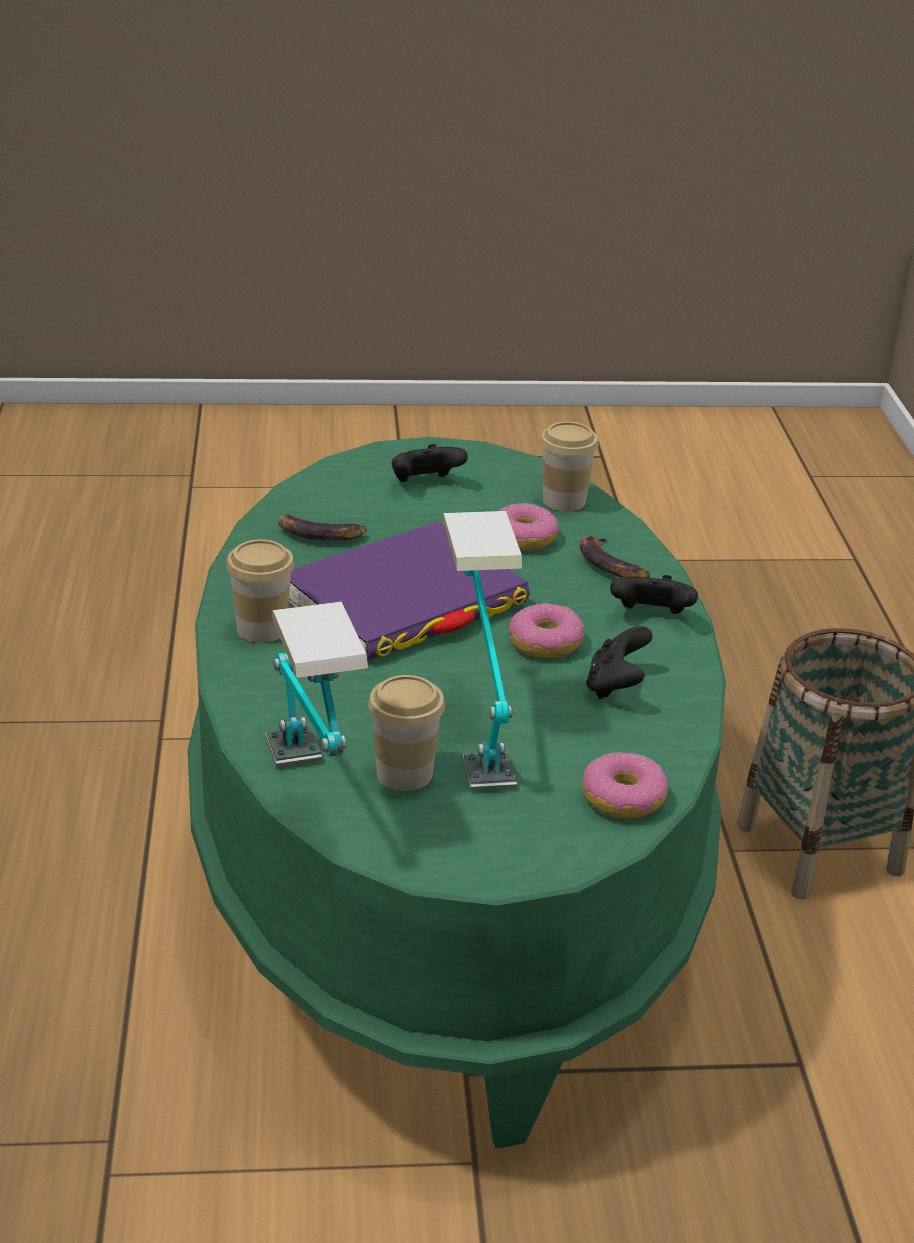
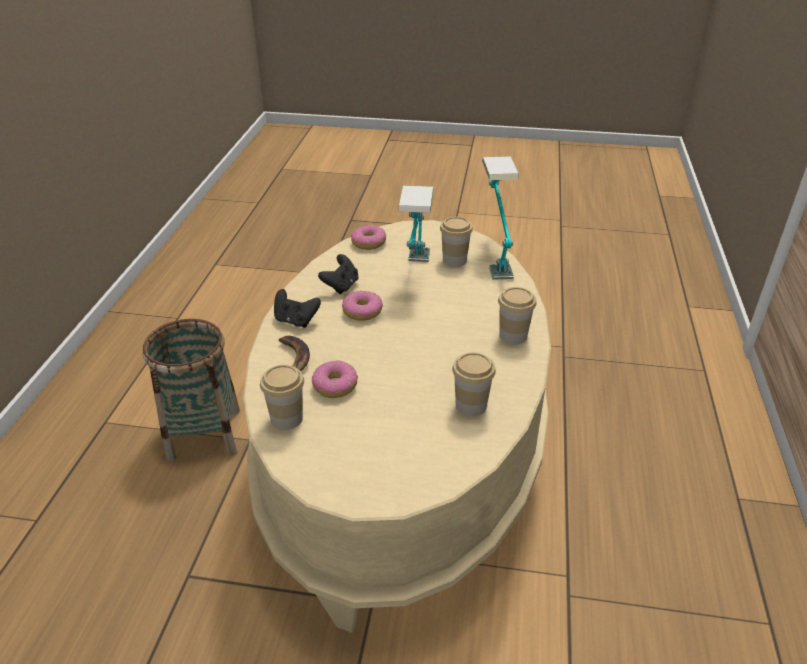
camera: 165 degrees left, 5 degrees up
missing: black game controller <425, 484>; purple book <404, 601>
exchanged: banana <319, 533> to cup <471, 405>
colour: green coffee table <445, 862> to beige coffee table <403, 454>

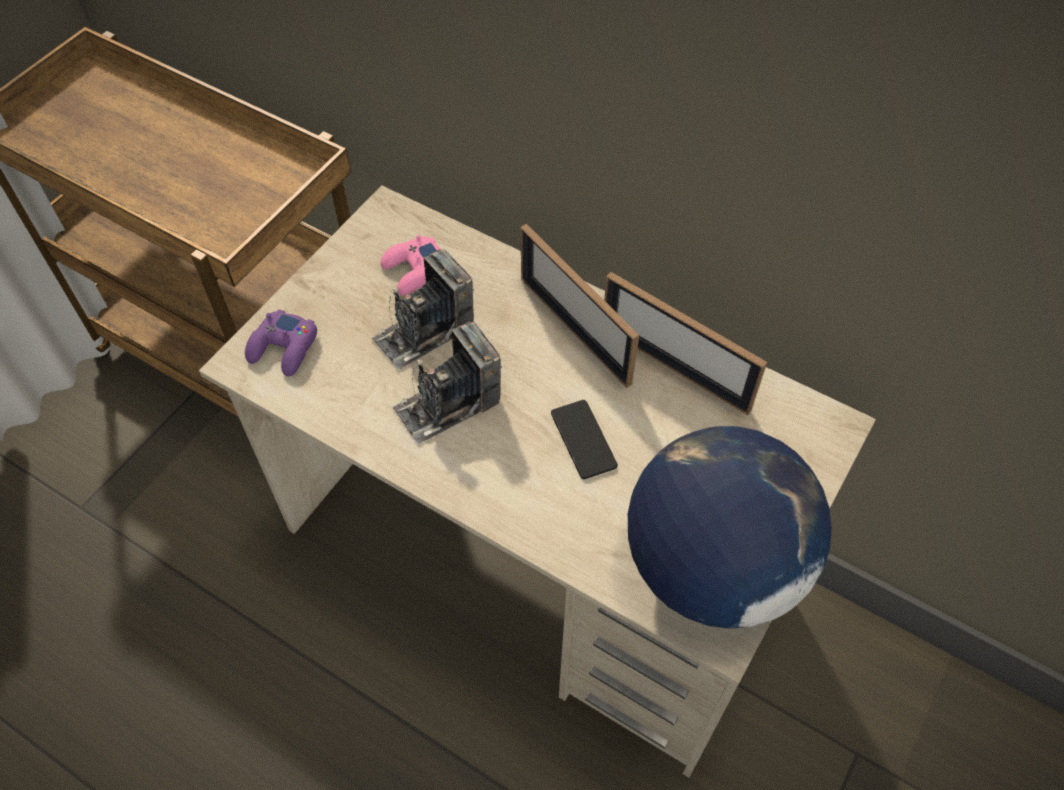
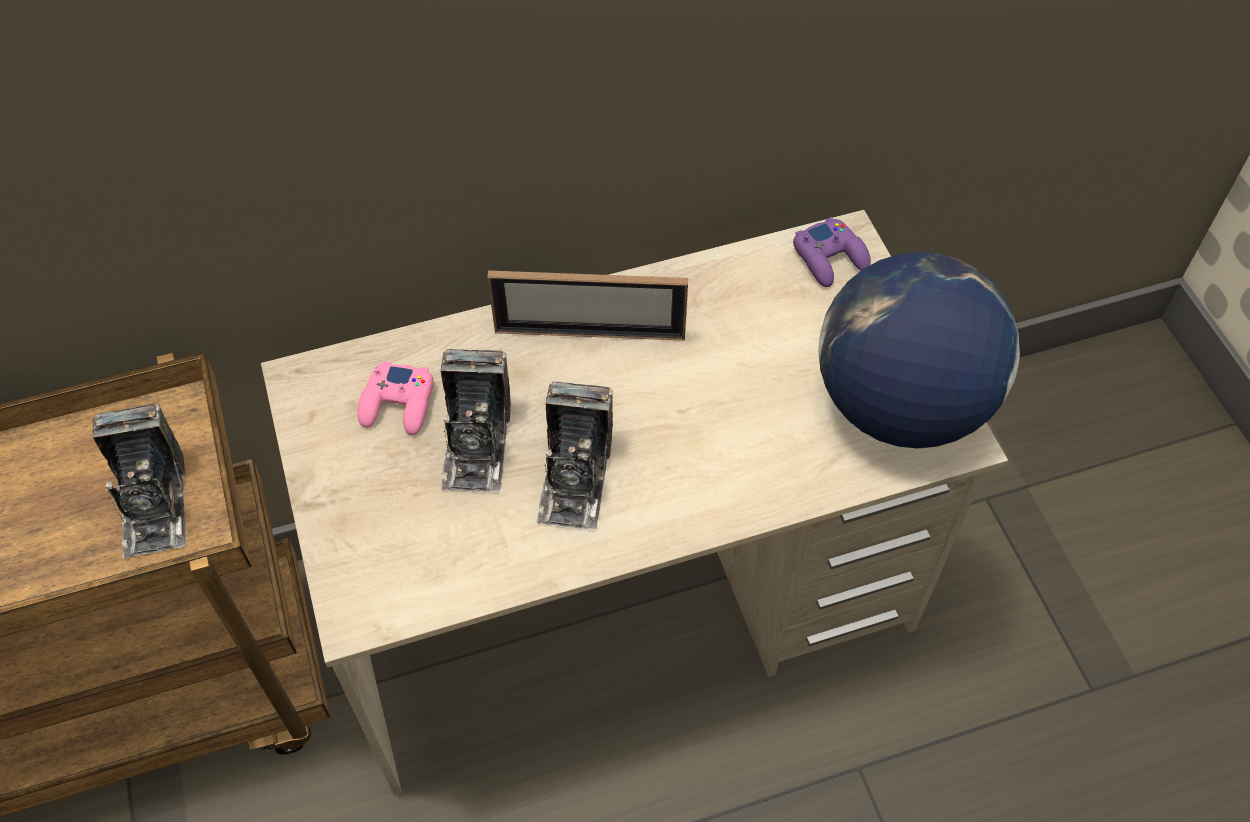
camera: 50 degrees left, 0 degrees up
missing: picture frame <674, 367>; phone <583, 439>
appeared: photo camera <154, 503>
relocated: purple game controller <284, 348> to <830, 258>

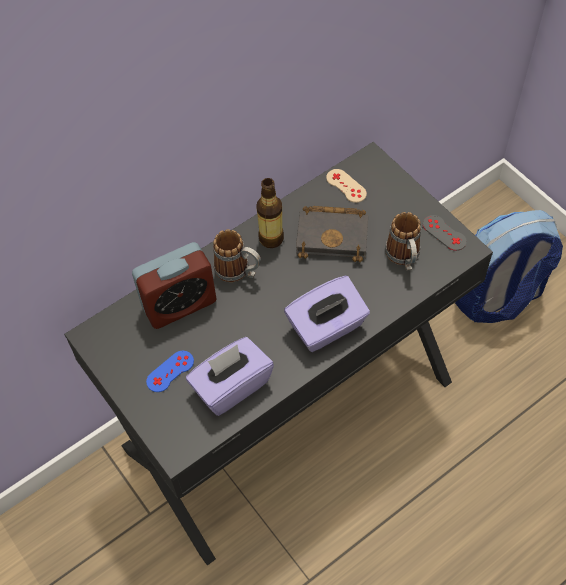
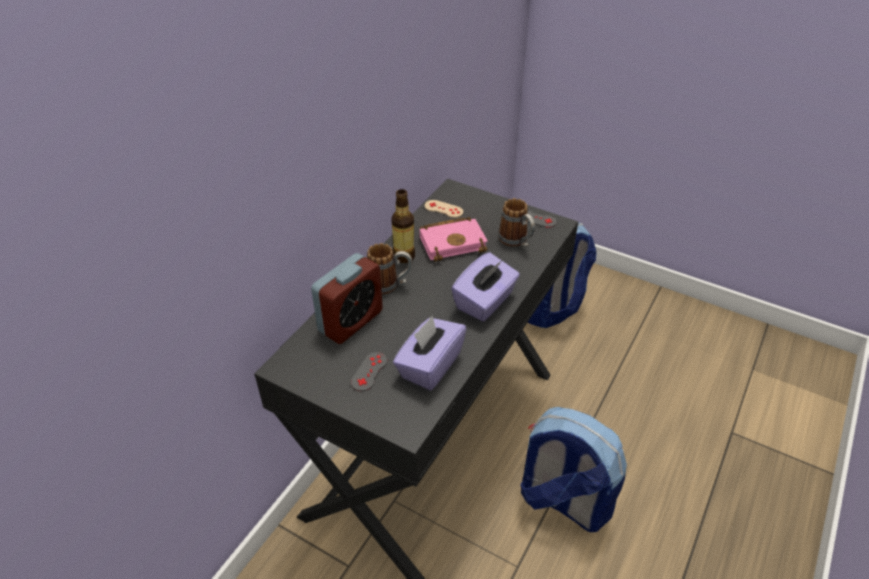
camera: 25 degrees left, 15 degrees down
appeared: backpack <563, 500>
colour: black book <334, 235> to pink book <453, 241>; blue game controller <170, 371> to grey game controller <369, 372>

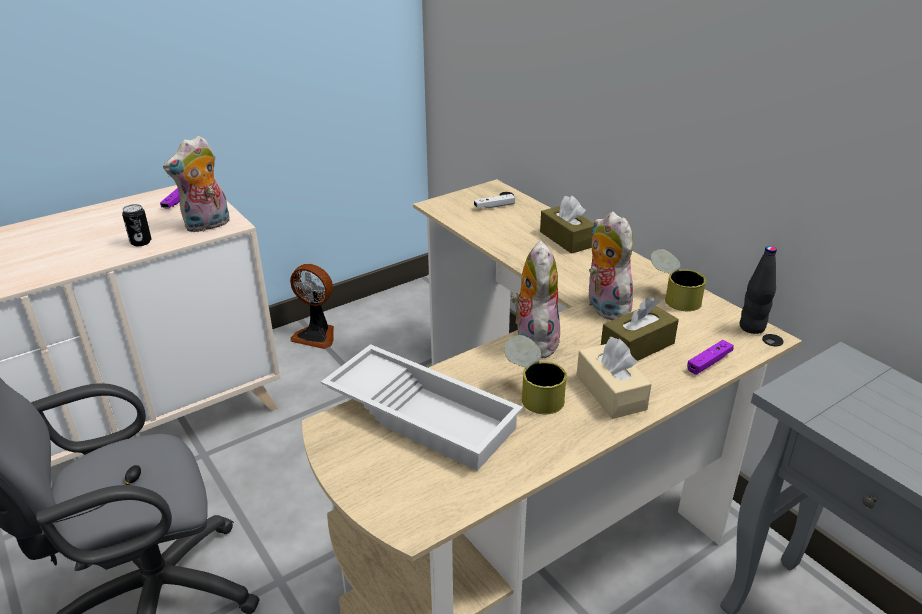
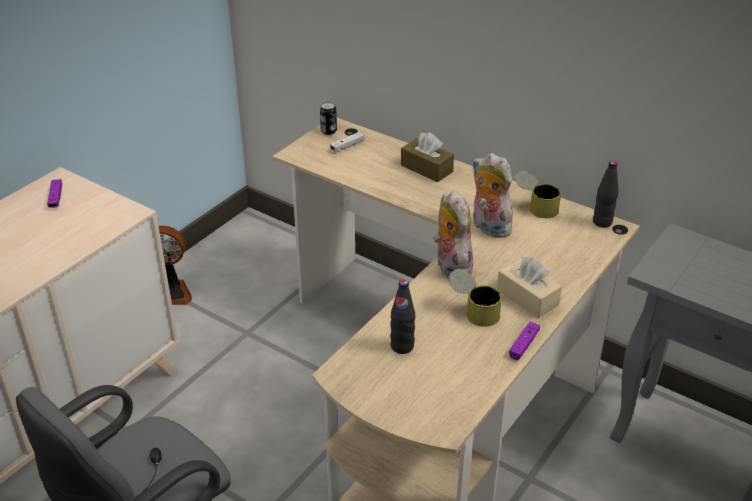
camera: 20 degrees left, 5 degrees up
missing: plush toy <207, 225>; brown tissue box <637, 346>
relocated: can <141, 242> to <328, 131>; purple game controller <709, 362> to <524, 345>
exchanged: white tray <423, 413> to black bottle <402, 346>

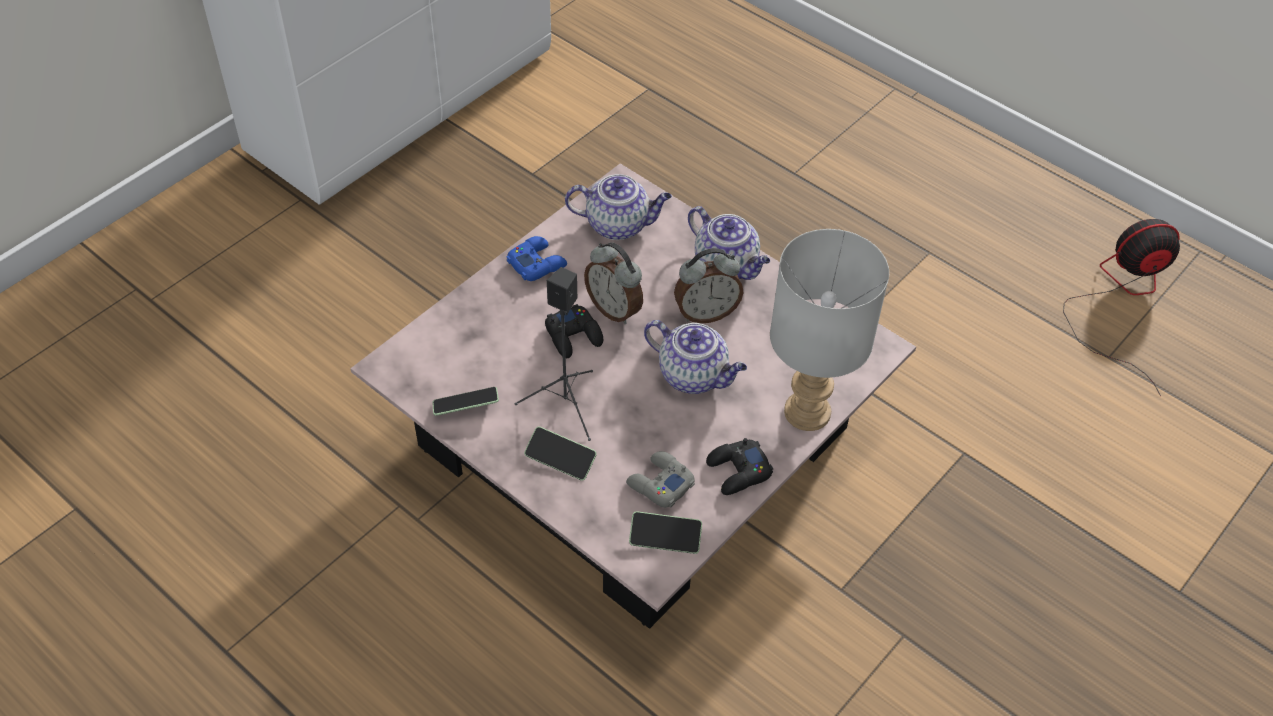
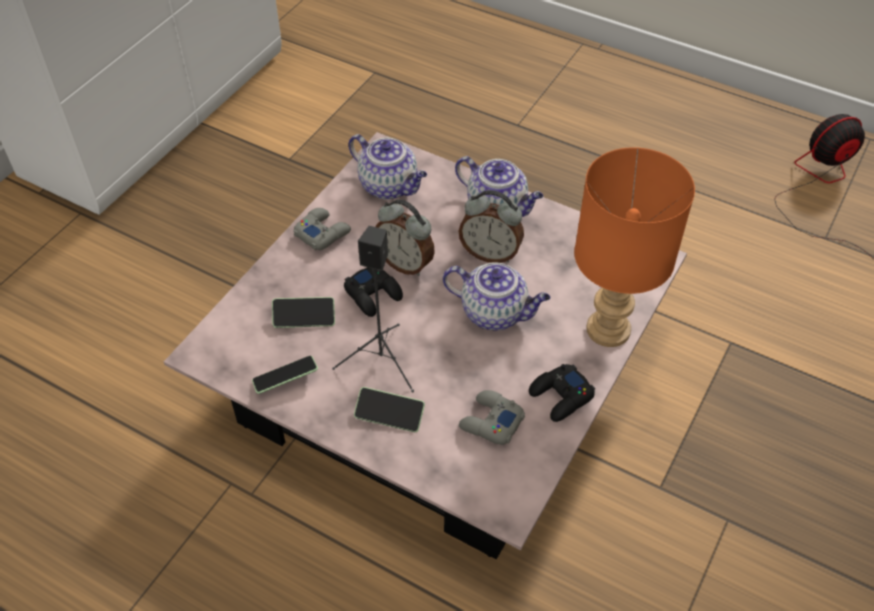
camera: 10 degrees left, 0 degrees up
relocated: phone <665, 538> to <304, 318>
colour: grey table lamp <806, 413> to orange table lamp <607, 331>; blue game controller <537, 263> to grey game controller <322, 233>
spun: teapot <619, 225> = <390, 186> 45 degrees clockwise; alarm clock <706, 313> = <490, 253> 45 degrees clockwise

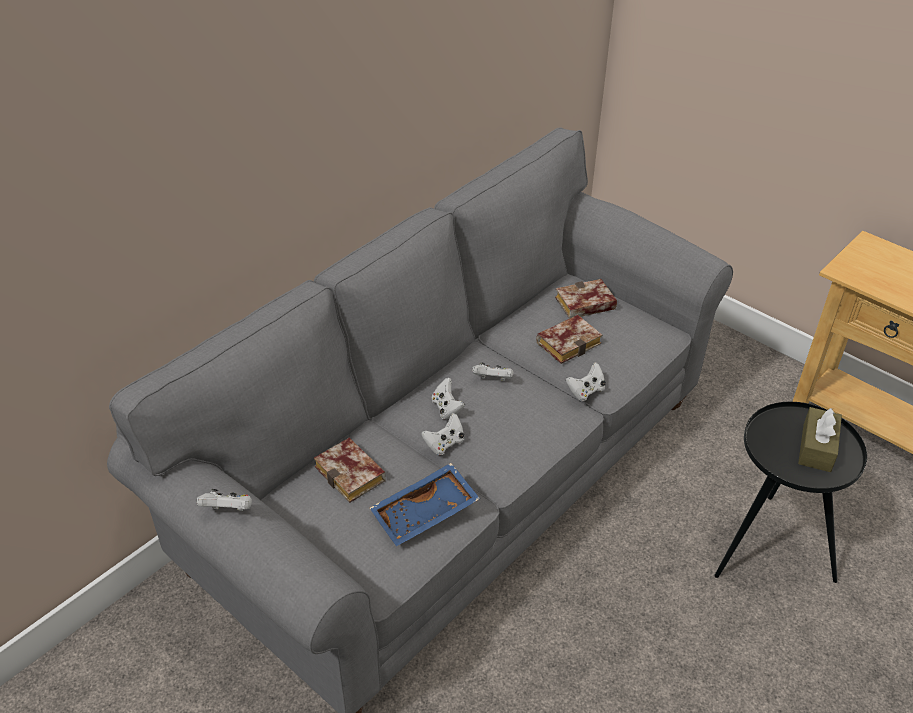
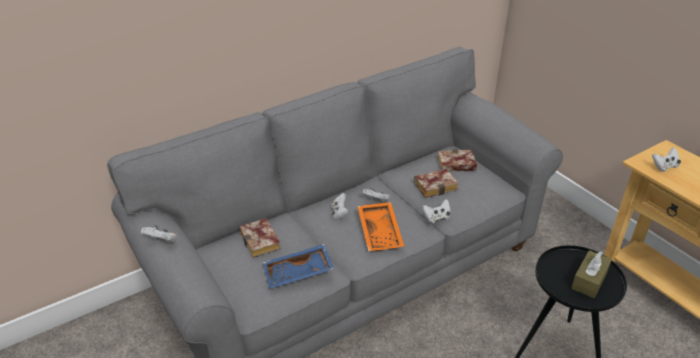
camera: 15 degrees right, 5 degrees down
appeared: orange tray <381, 232>
relocated: white game controller <444, 444> to <664, 167>

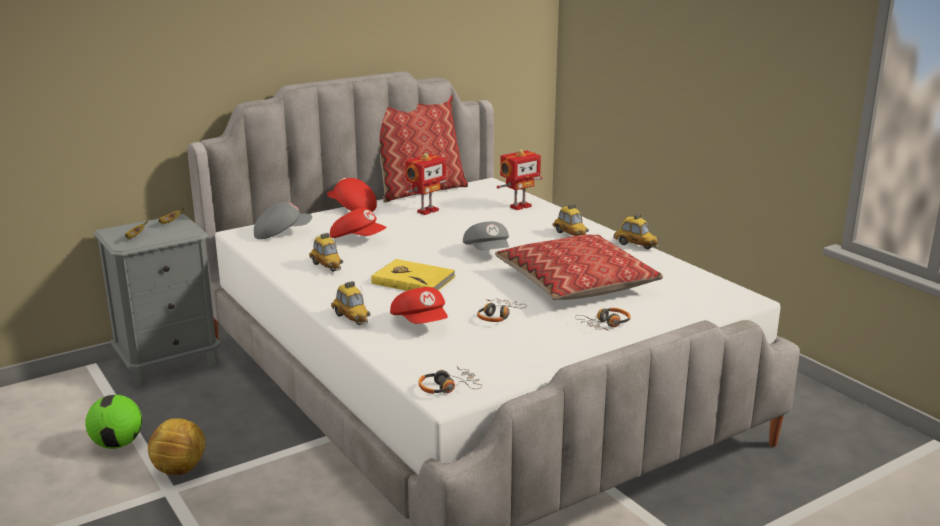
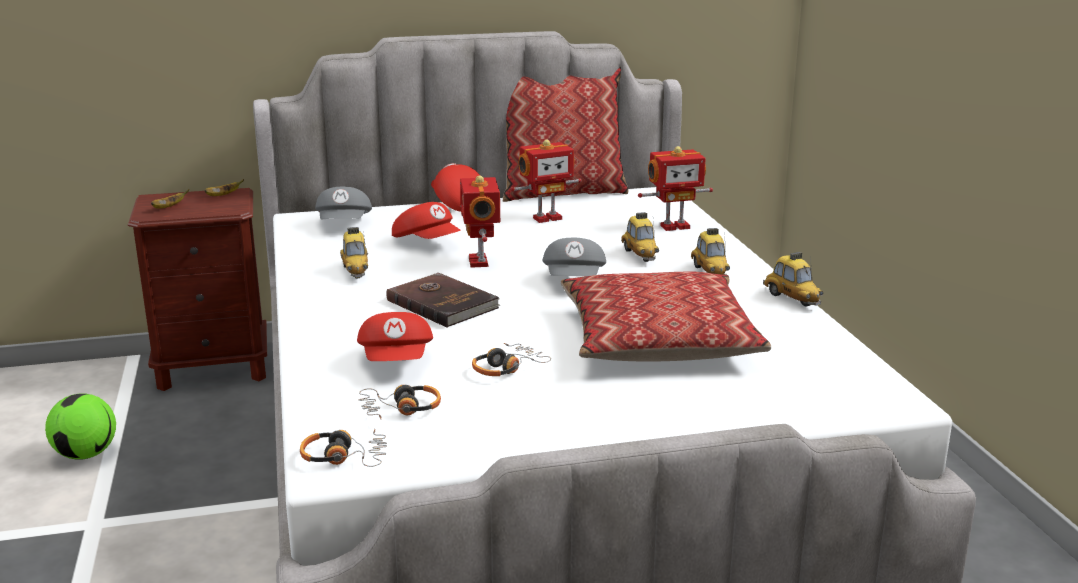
camera: 20 degrees right, 0 degrees up
missing: football <180, 469>
appeared: toy robot <480, 262>
relocated: toy car <351, 318> to <640, 255>; headphones <605, 324> to <400, 409>
colour: grey nightstand <169, 363> to brown nightstand <213, 368>; yellow book <413, 280> to brown book <443, 303>
spun: grey cap <282, 233> = <345, 224> 90 degrees clockwise

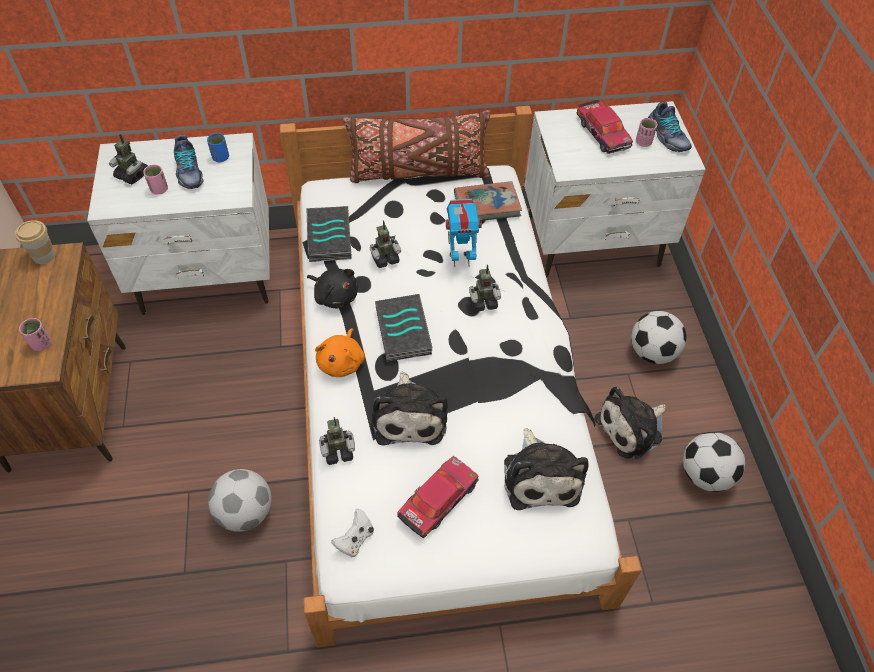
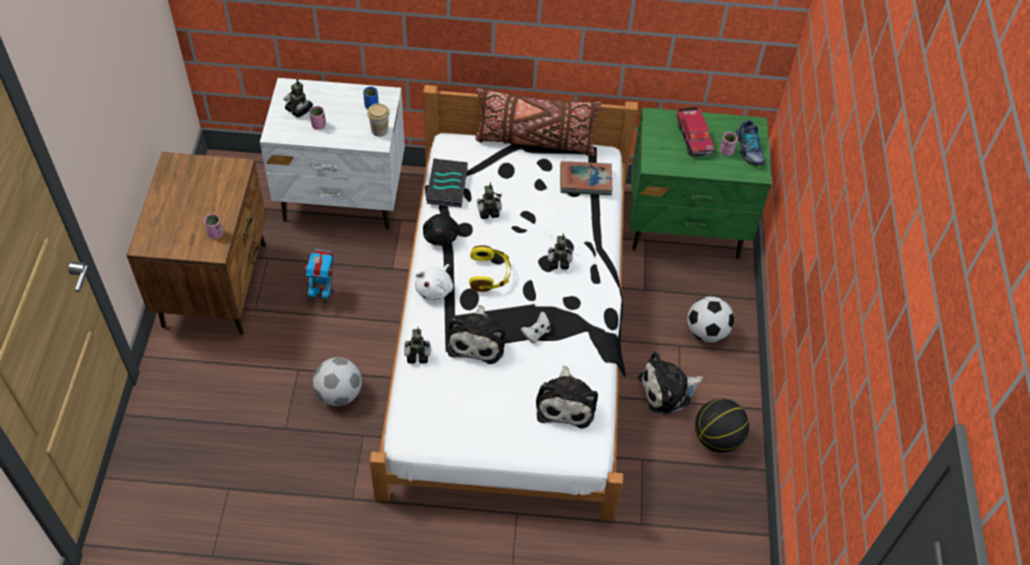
camera: 10 degrees right, 0 degrees up
missing: shoe <188, 172>; toy car <437, 500>
relocated: toy robot <460, 259> to <323, 294>; cup <44, 256> to <379, 130>; white game controller <355, 539> to <536, 333>
exchanged: book <405, 332> to yellow headphones <490, 274>; football <705, 475> to basketball <717, 438>
colour: white nightstand <593, 241> to green nightstand <686, 225>; orange plush toy <342, 362> to white plush toy <435, 289>
spun: black plush toy <335, 296> = <441, 235> 45 degrees clockwise

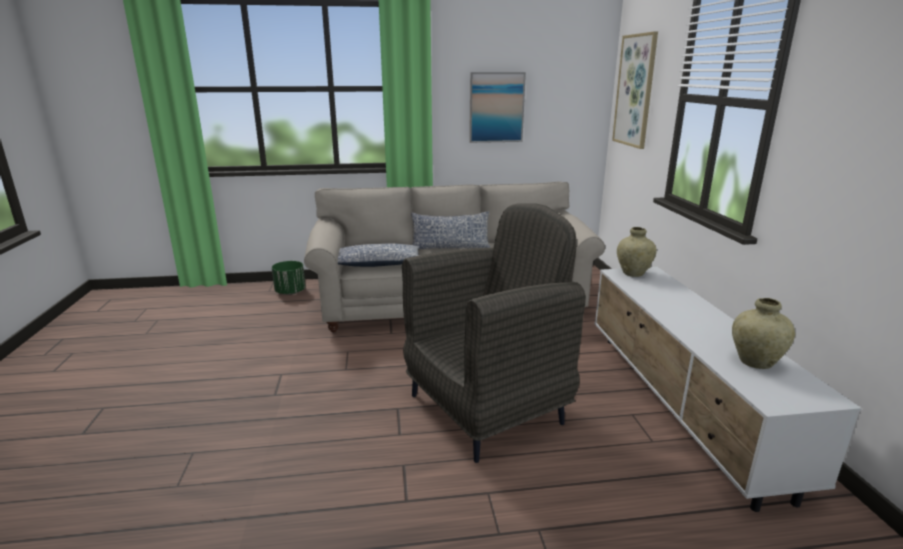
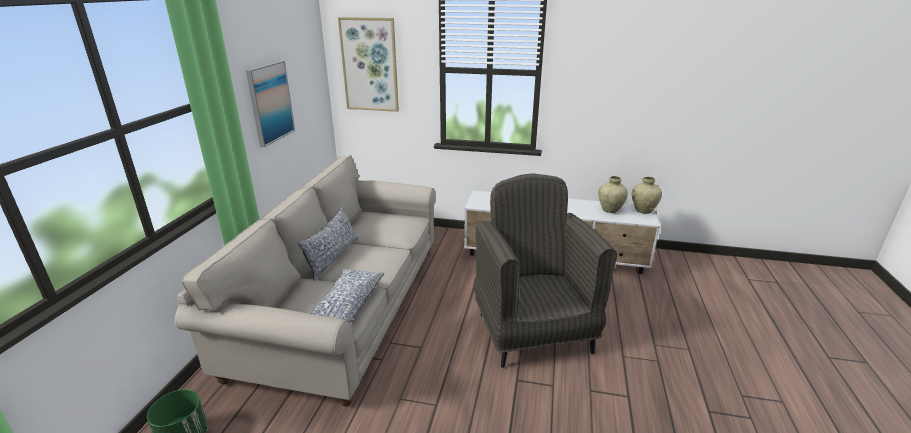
camera: 70 degrees left, 5 degrees up
relocated: beige vase <633, 273> to <643, 210>

